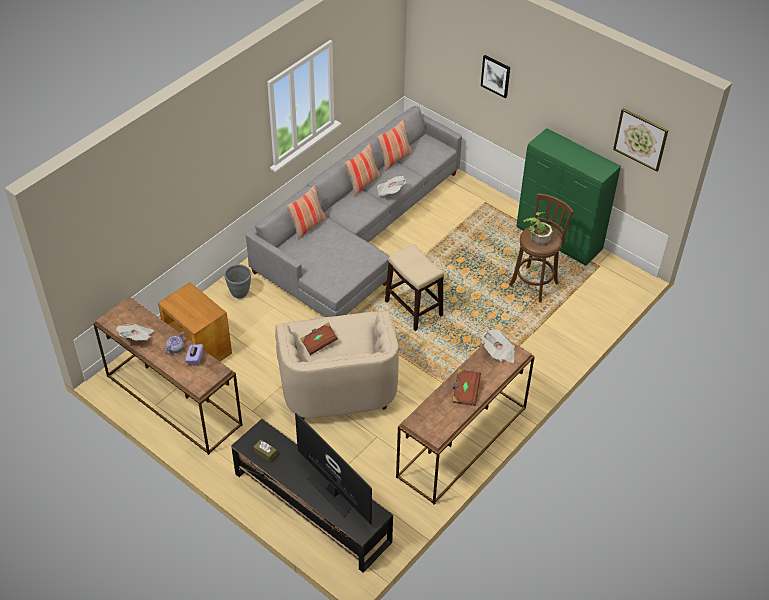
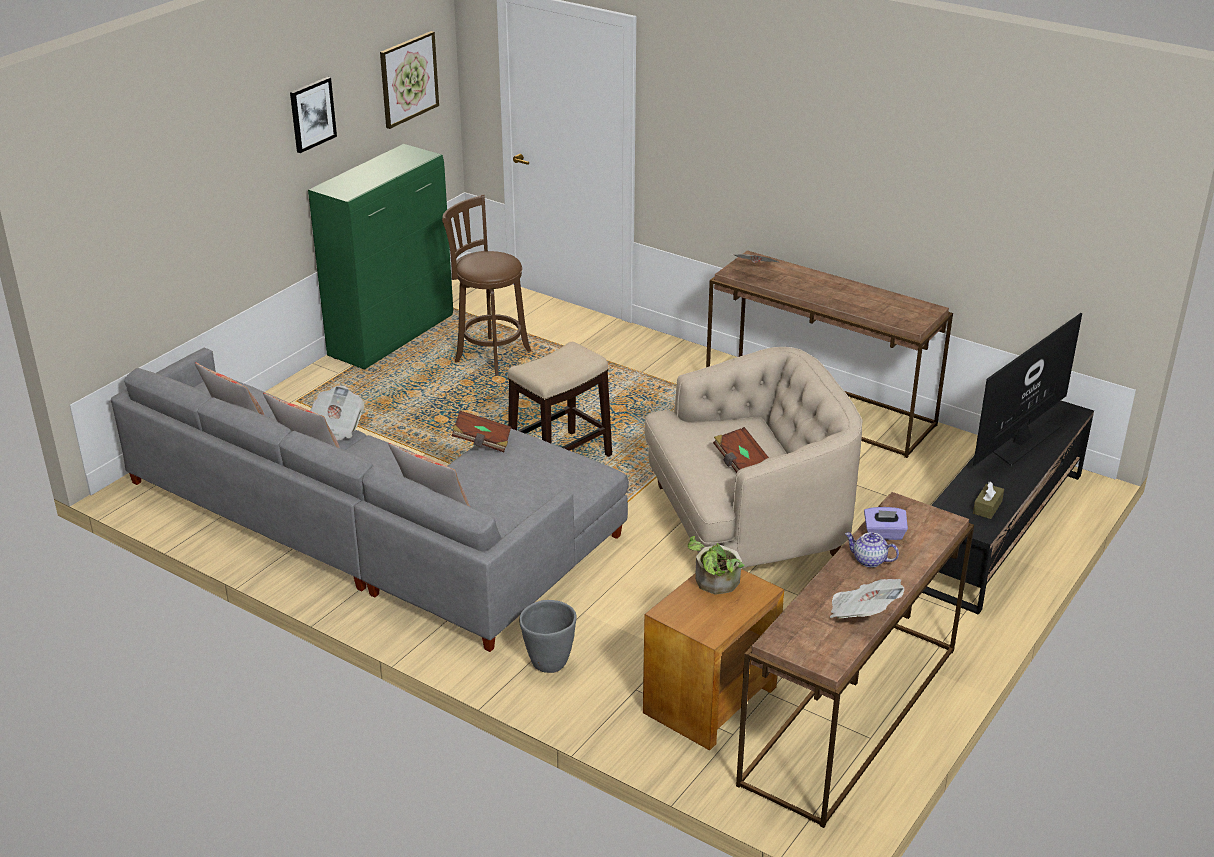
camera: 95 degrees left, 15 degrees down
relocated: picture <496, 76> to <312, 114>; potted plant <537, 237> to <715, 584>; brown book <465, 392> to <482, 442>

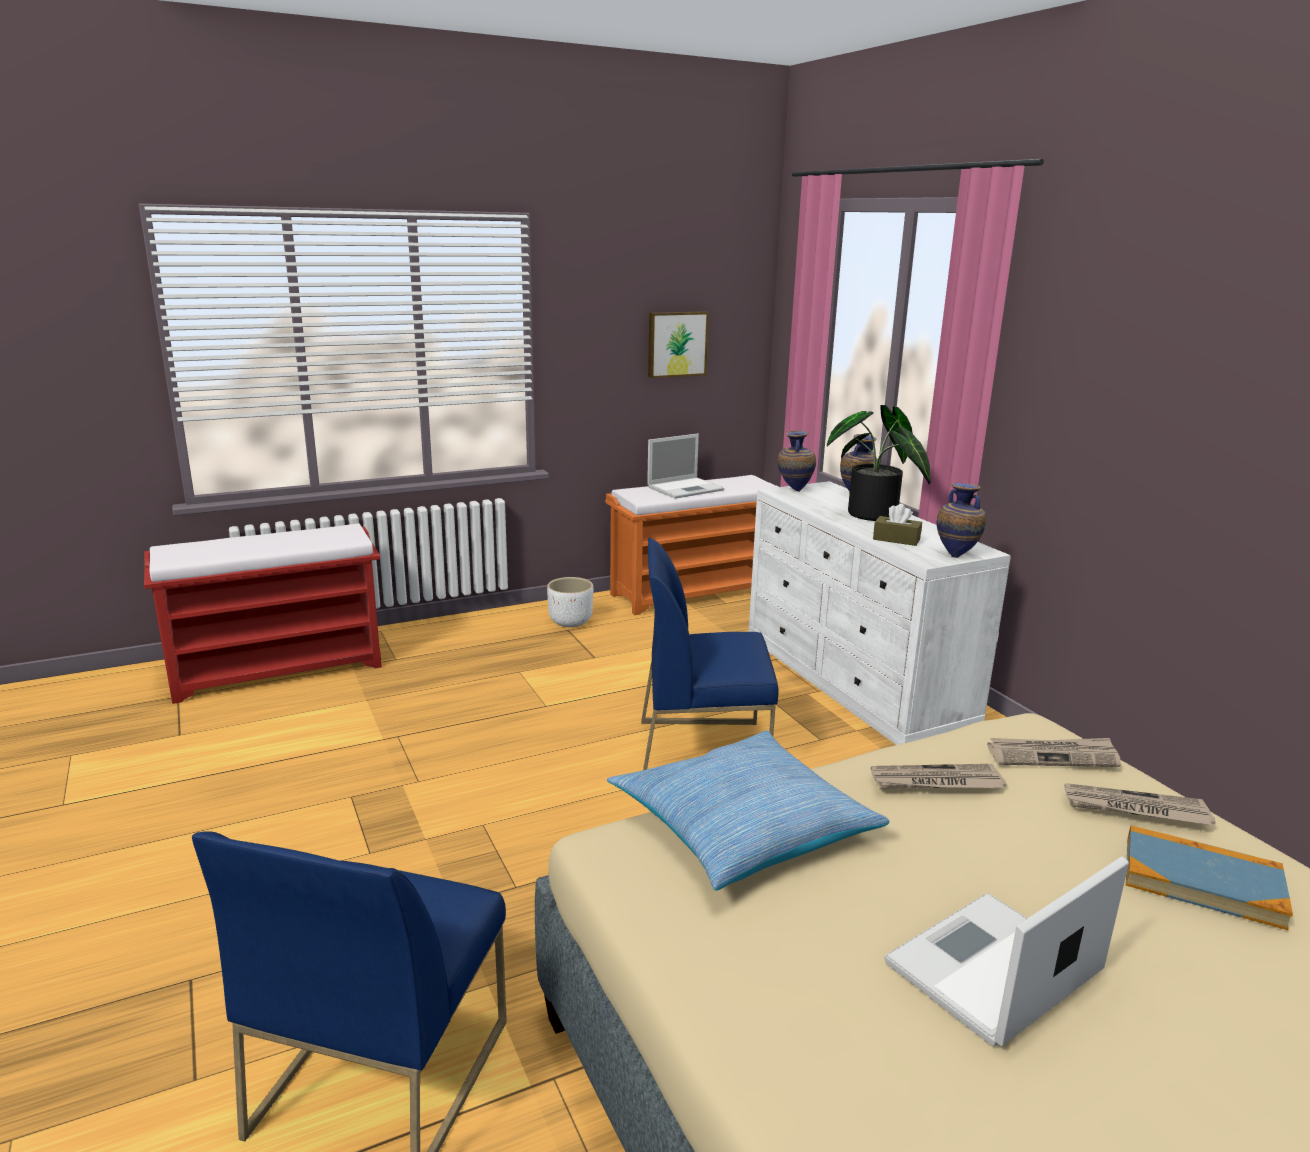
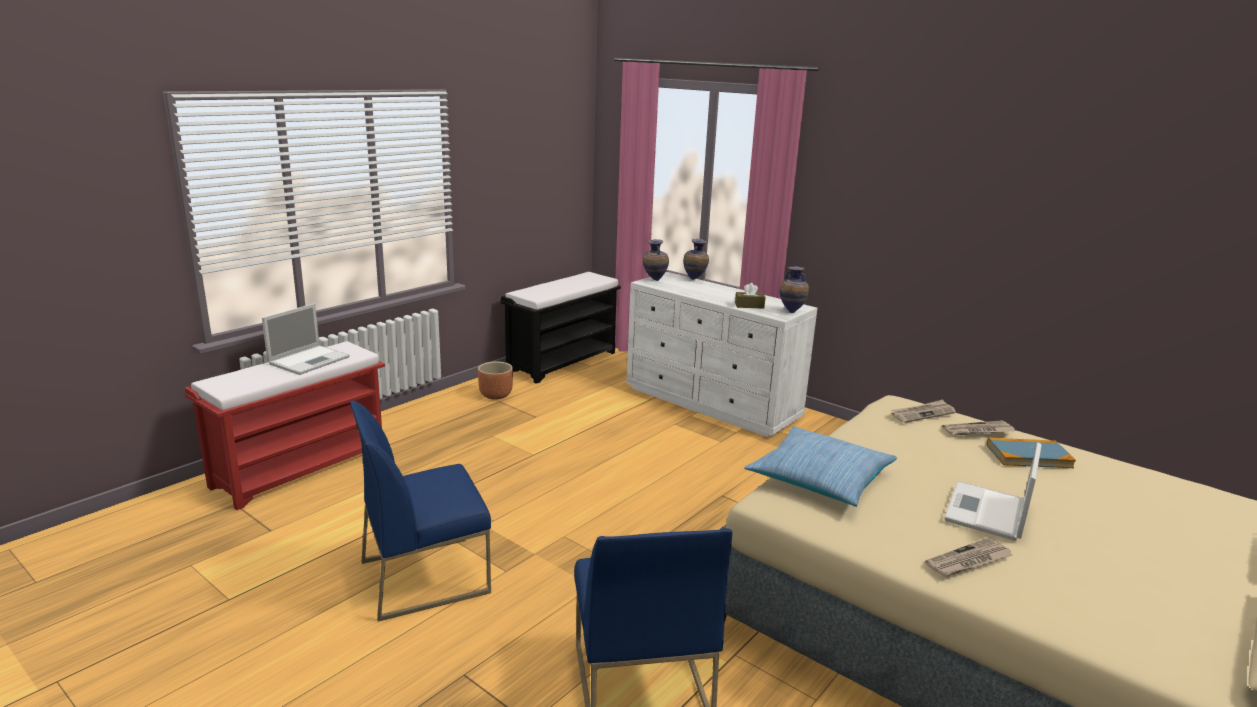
camera: 25 degrees left, 0 degrees up
missing: picture <676, 344>; potted plant <874, 516>
relocated: laptop <686, 488> to <310, 360>; blue chair <703, 749> to <425, 576>; newspaper <935, 782> to <968, 561>
colour: orange bench <693, 592> to black bench <563, 361>; white planter <571, 621> to brown planter <496, 395>

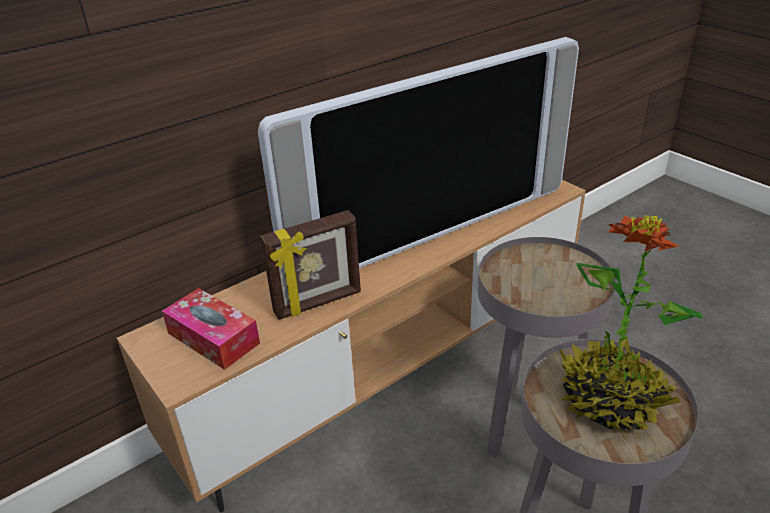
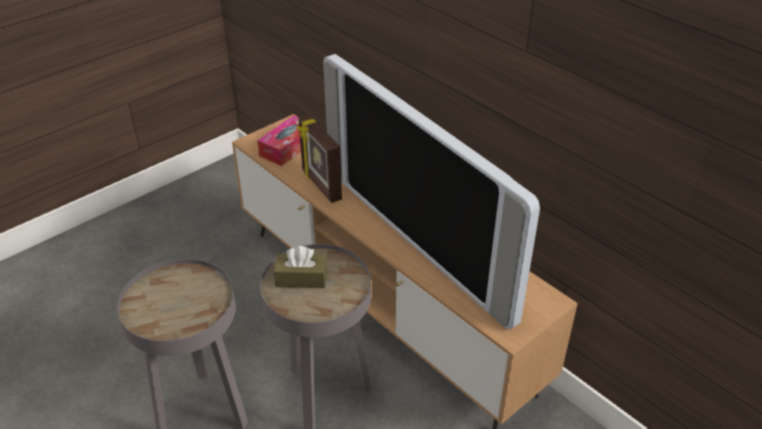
camera: 85 degrees right, 5 degrees up
missing: potted plant <610, 399>
appeared: brown tissue box <301, 278>

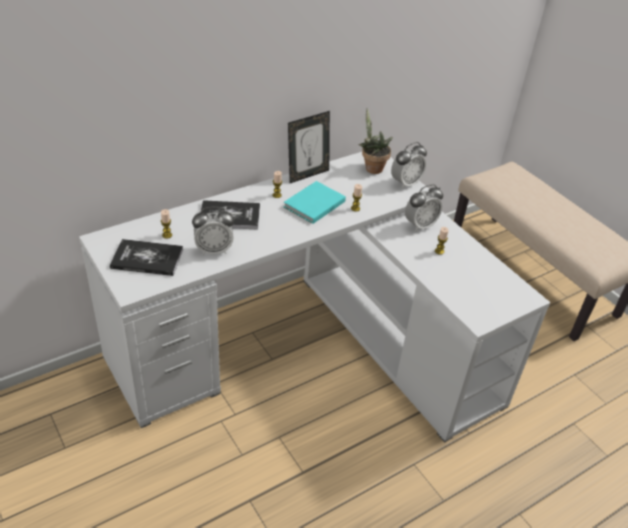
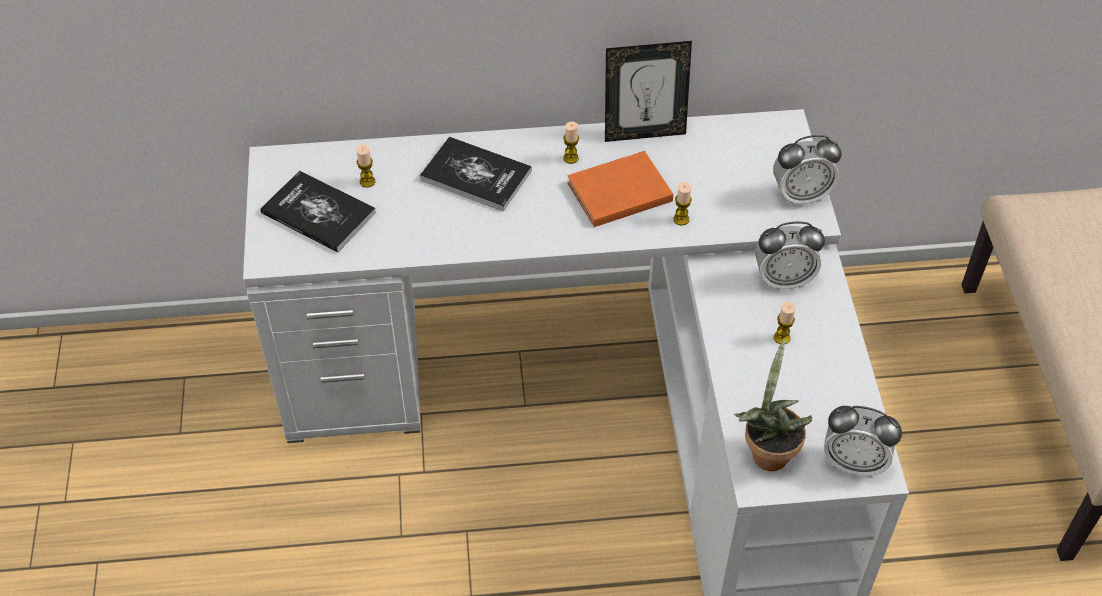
camera: 30 degrees right, 10 degrees up
relocated: potted plant <371, 168> to <767, 451>; alarm clock <214, 250> to <853, 462>
colour: turquoise book <312, 204> to orange book <616, 192>

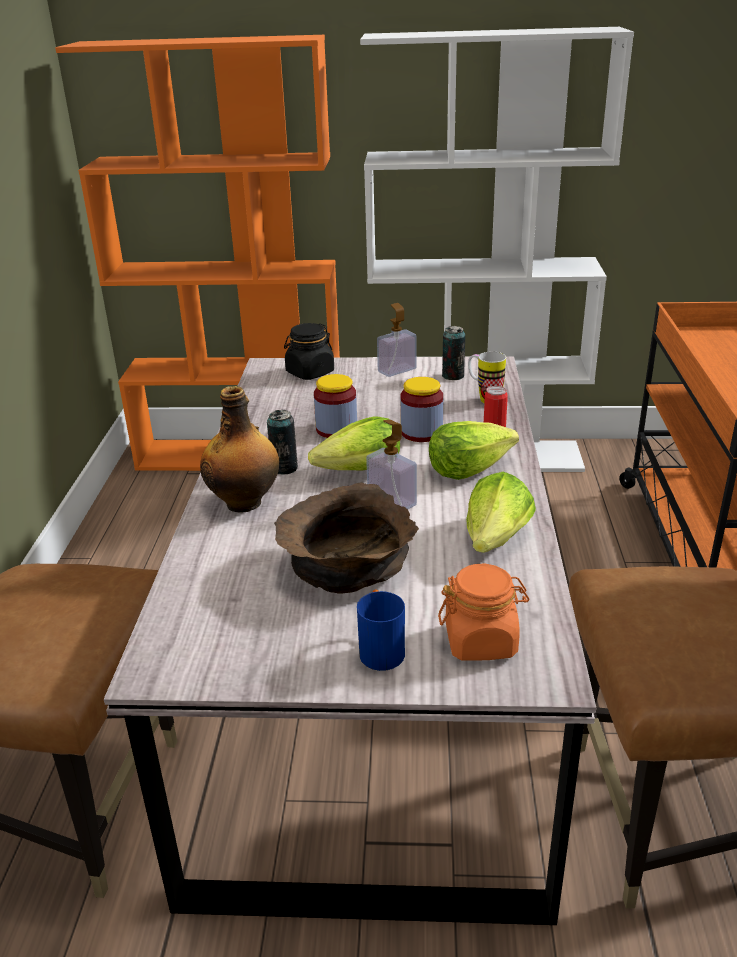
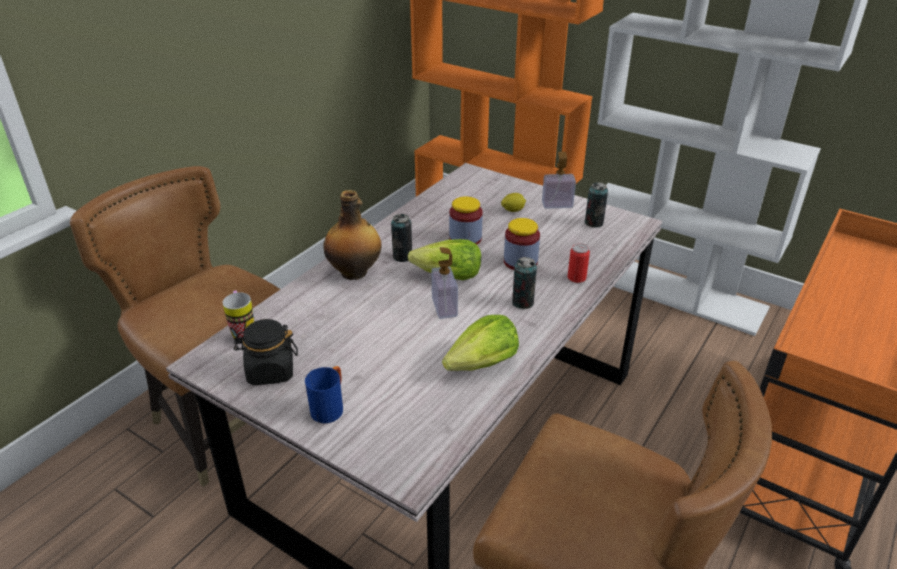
camera: 30 degrees right, 5 degrees up
missing: brown bowl <347, 568>; orange jar <481, 641>
appeared: lemon <513, 210>
relocated: black jar <310, 373> to <270, 371>; mug <484, 398> to <243, 333>
exchanged: lettuce <468, 468> to can <522, 302>

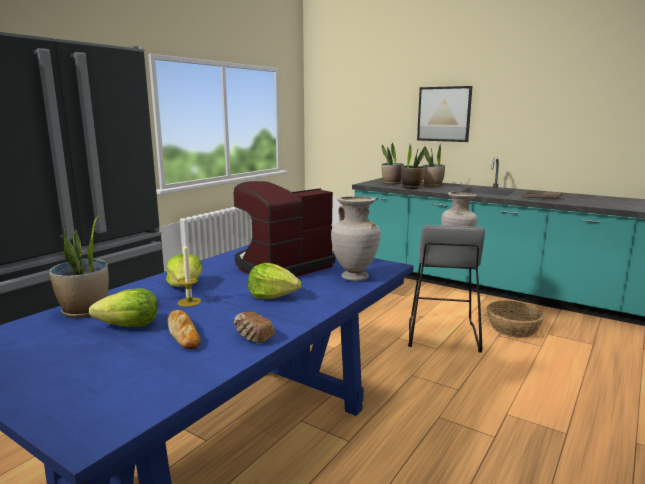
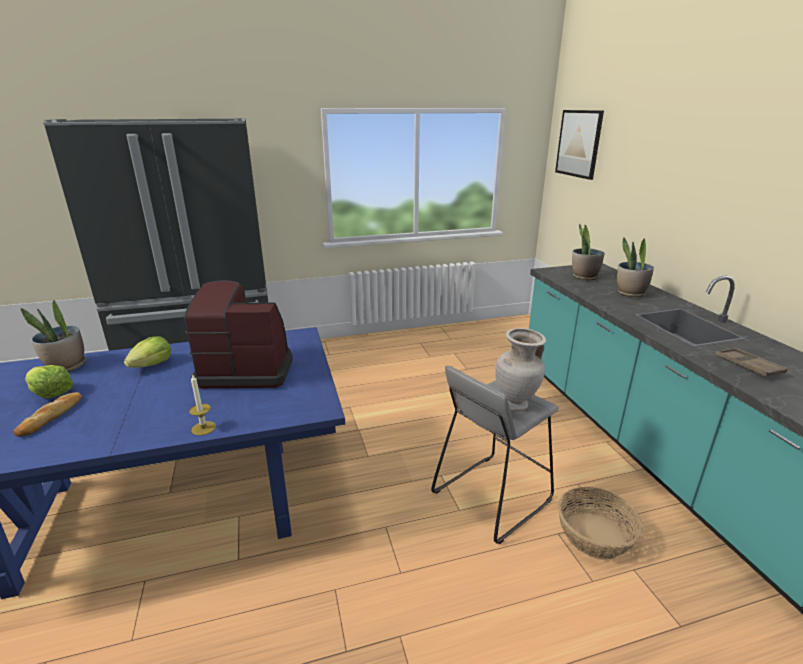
camera: 40 degrees right, 10 degrees up
missing: potted plant <411, 187>; beige vase <355, 277>; lettuce <273, 295>; bread <253, 337>
relocated: picture <444, 114> to <579, 143>; candle <189, 302> to <203, 428>

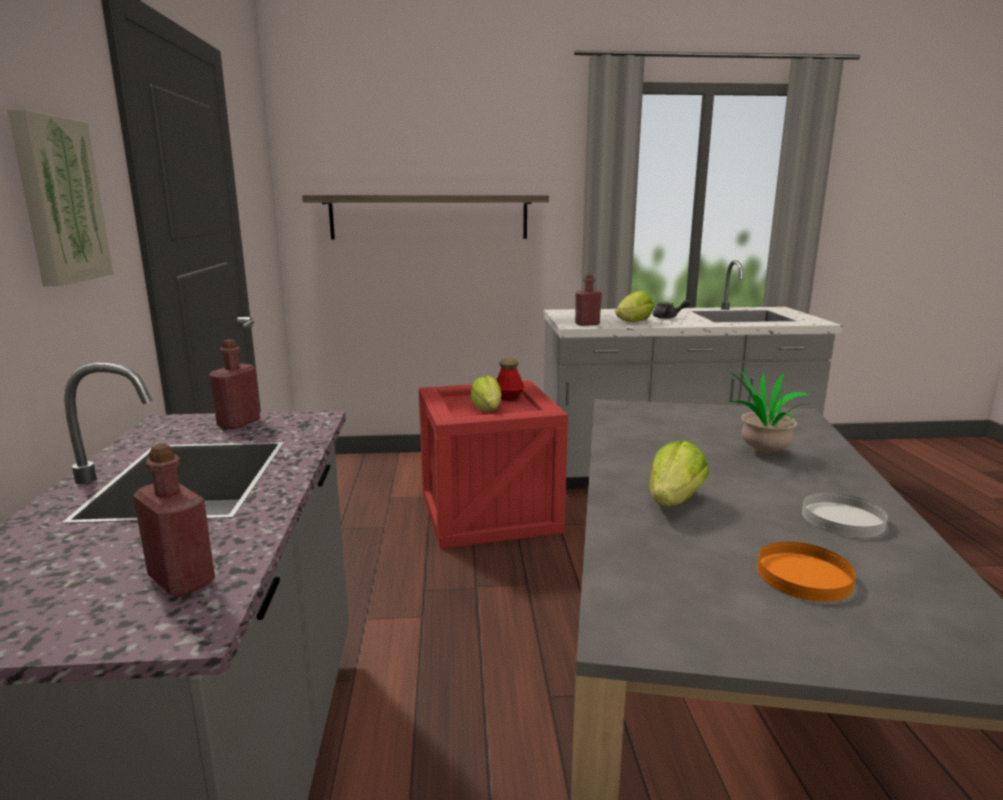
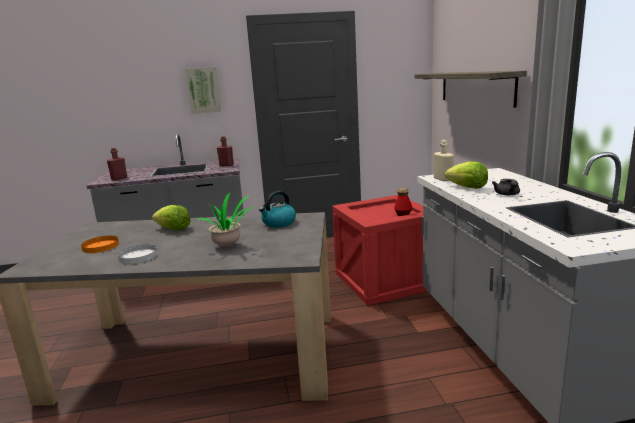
camera: 85 degrees right, 0 degrees up
missing: lettuce <487, 410>
appeared: kettle <278, 223>
colour: red bottle <587, 324> to beige bottle <443, 179>

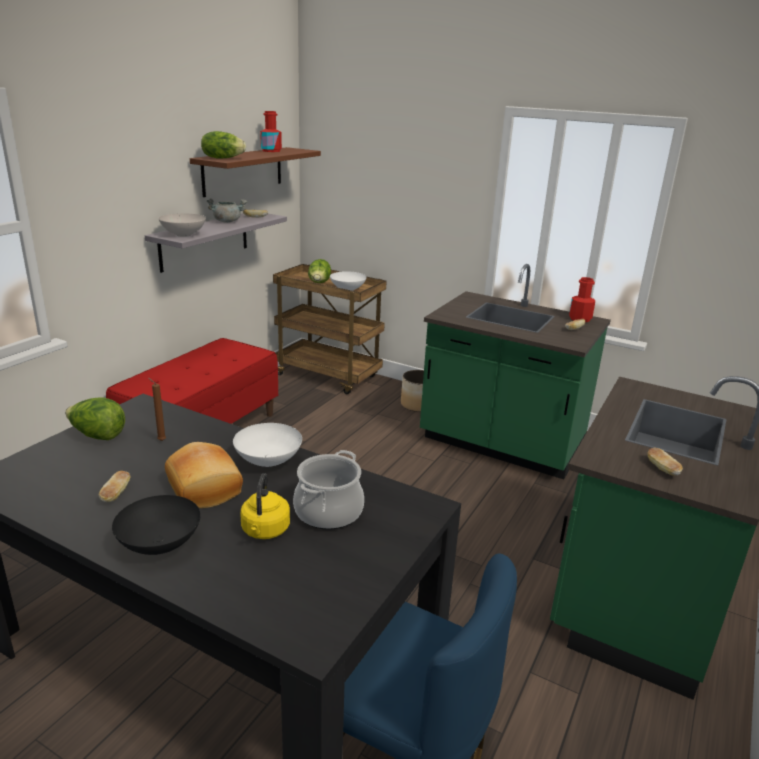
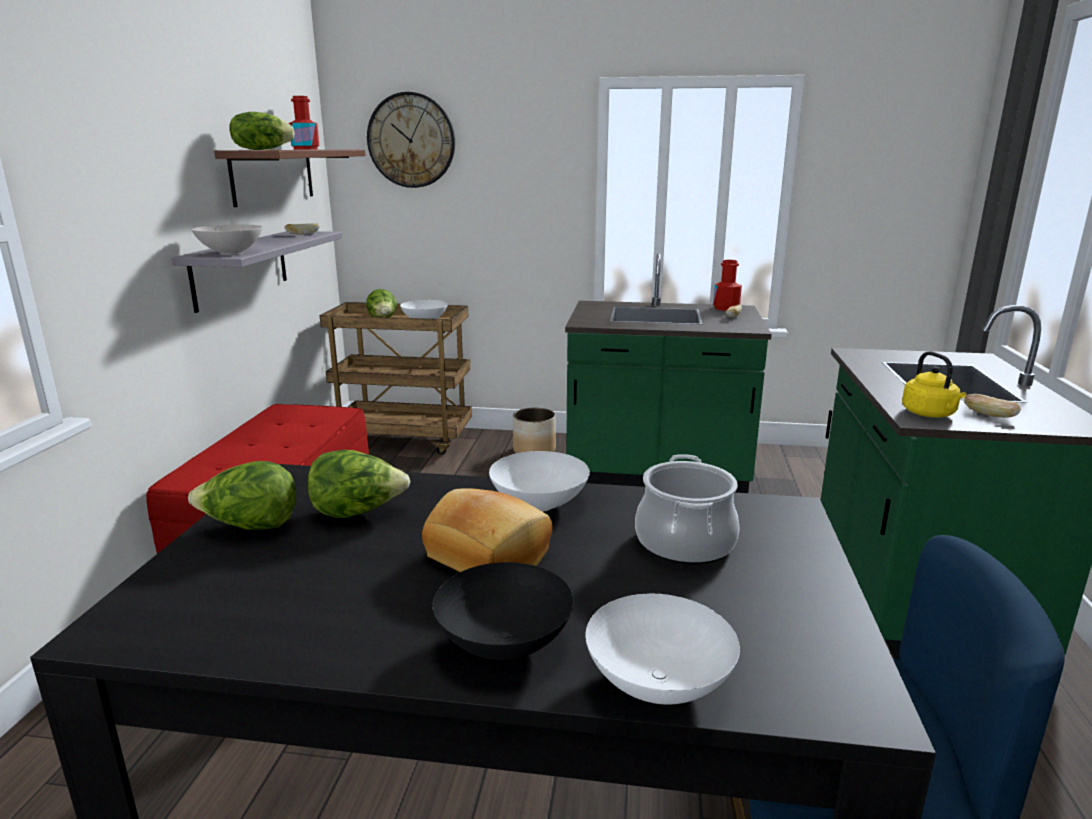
camera: 20 degrees left, 5 degrees down
missing: grey cooking pot <227, 221>; bread <116, 494>
appeared: wall clock <411, 140>; white bowl <658, 685>
relocated: yellow kettle <265, 531> to <930, 414>
exchanged: brown candle <160, 440> to lettuce <358, 512>

